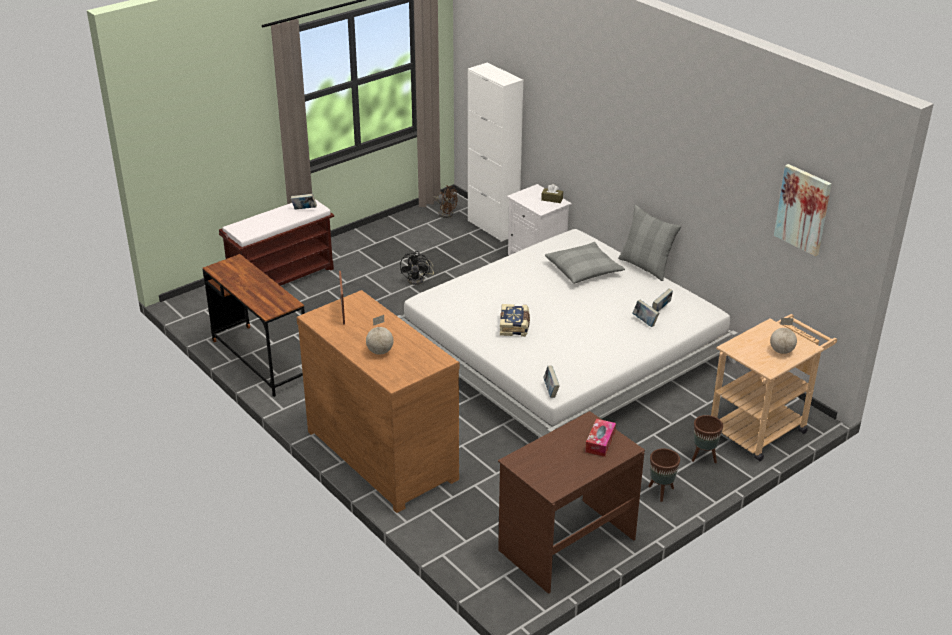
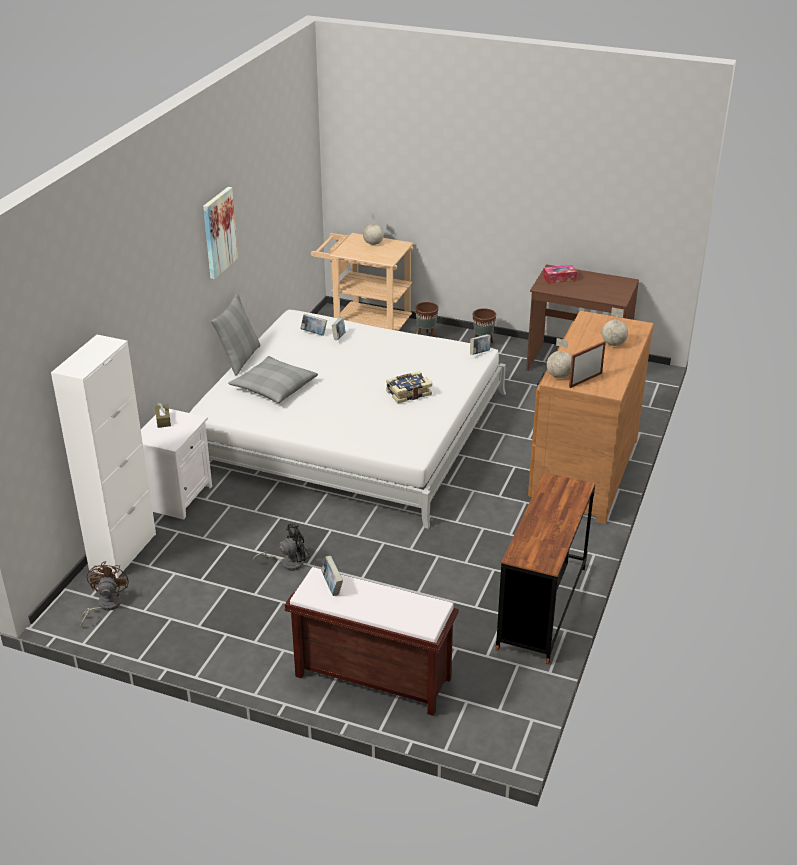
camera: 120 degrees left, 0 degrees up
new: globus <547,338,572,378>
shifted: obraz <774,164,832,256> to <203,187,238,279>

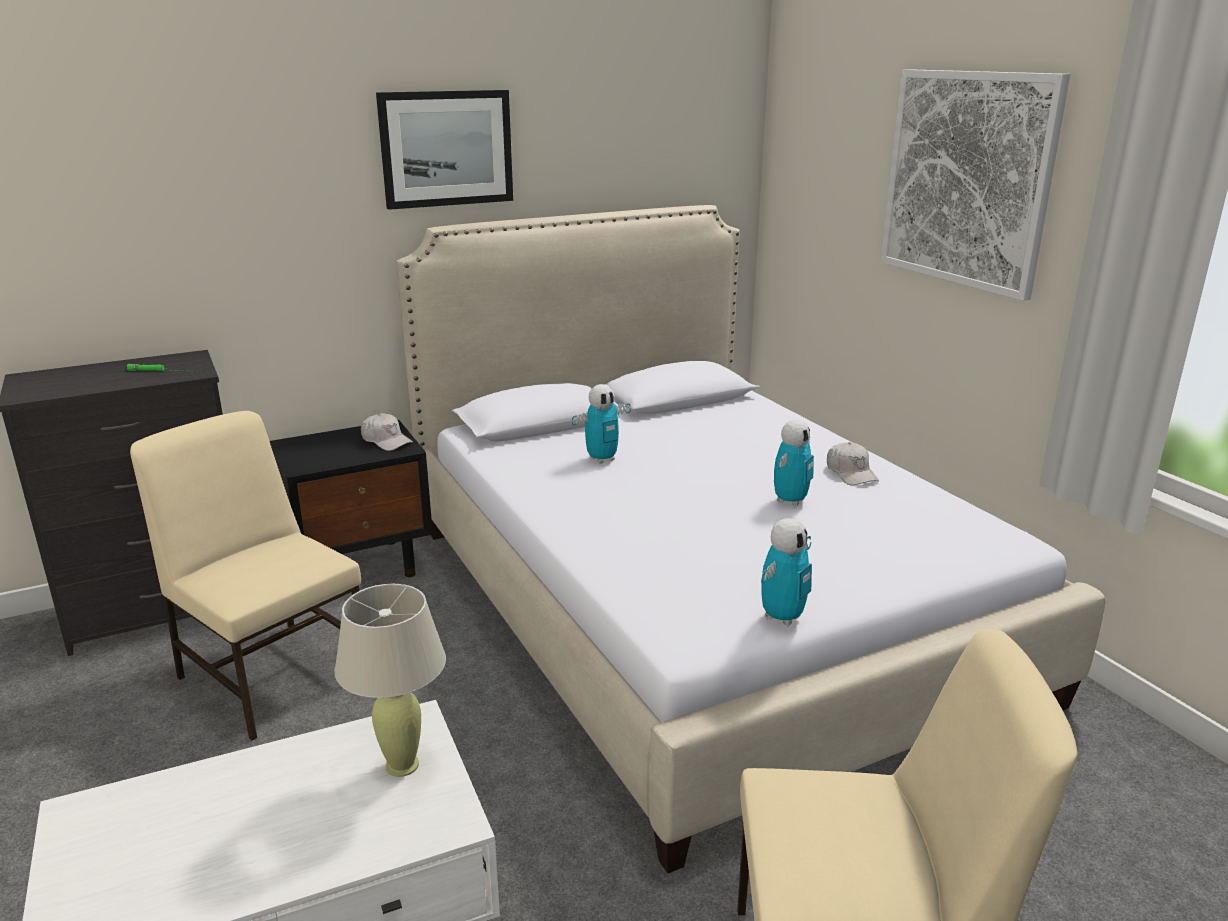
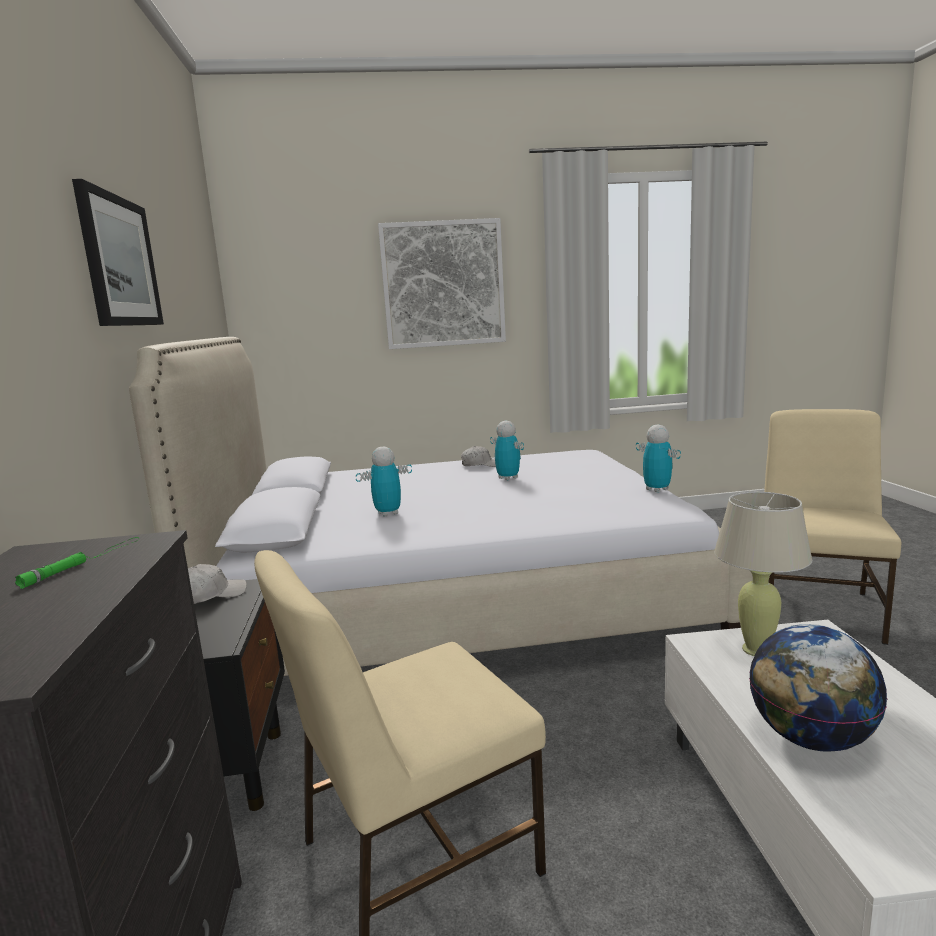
camera: 70 degrees left, 10 degrees down
new: globus <749,624,887,752>
rotated: robot zabawkowy <572,384,631,464> = <356,446,412,517> 105 degrees counterclockwise

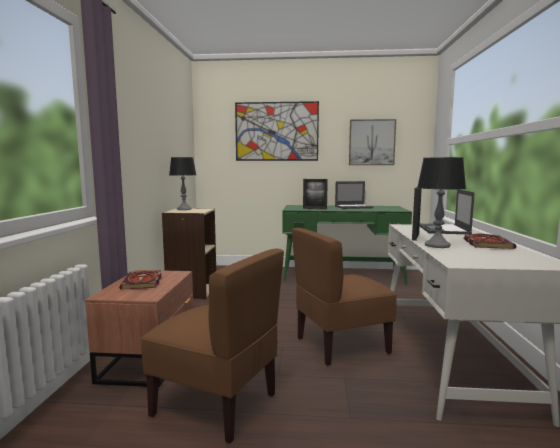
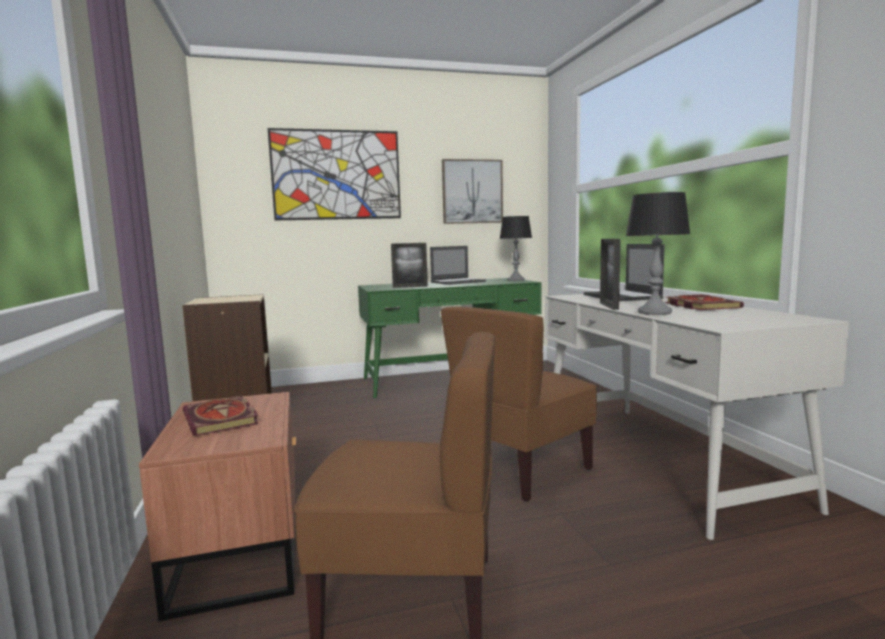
camera: 20 degrees left, 0 degrees up
shifted: lampa stołowa <169,157,196,210> to <500,216,532,281>

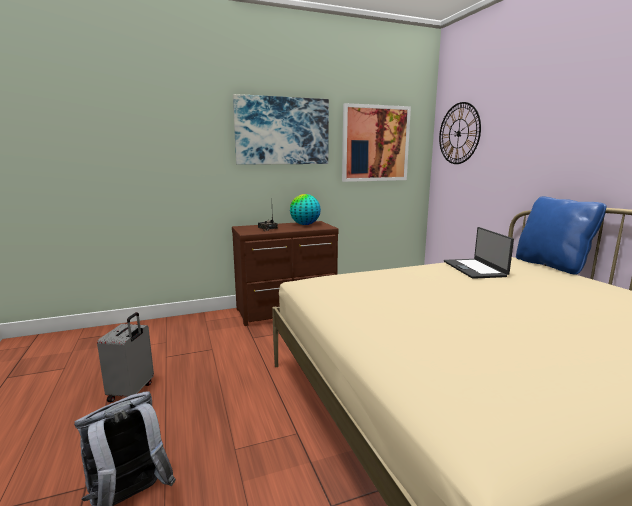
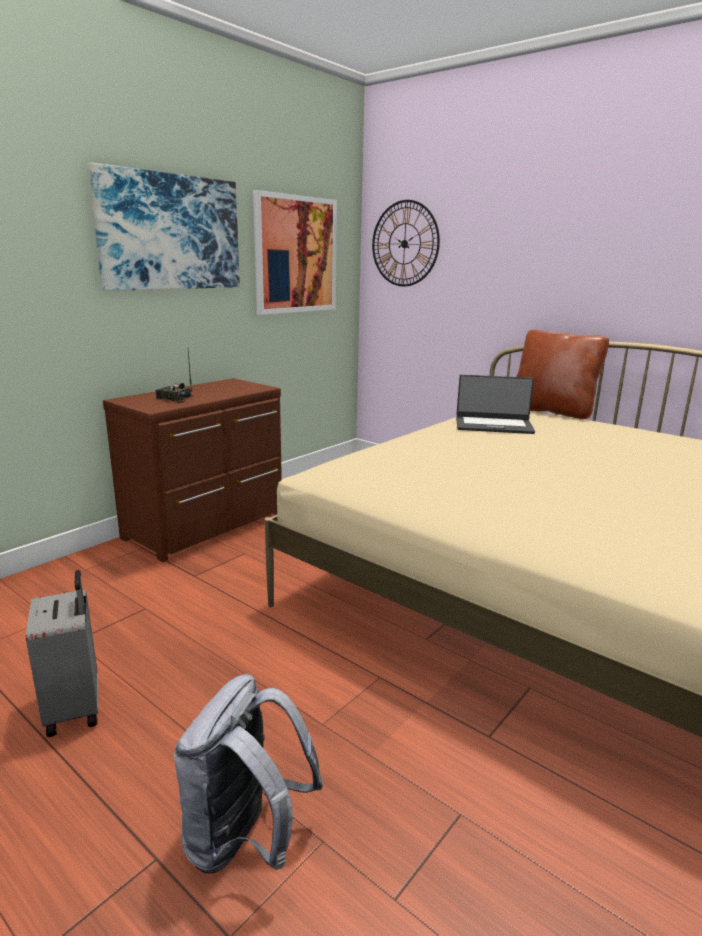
camera: 30 degrees left, 5 degrees up
gone: globus <290,194,321,225>
repainted: poduszka [niebieski] <516,196,607,274> to poduszka [brązowy] <516,330,609,419>
rotated: laptop <444,227,514,279> = <456,375,535,434> 45 degrees counterclockwise

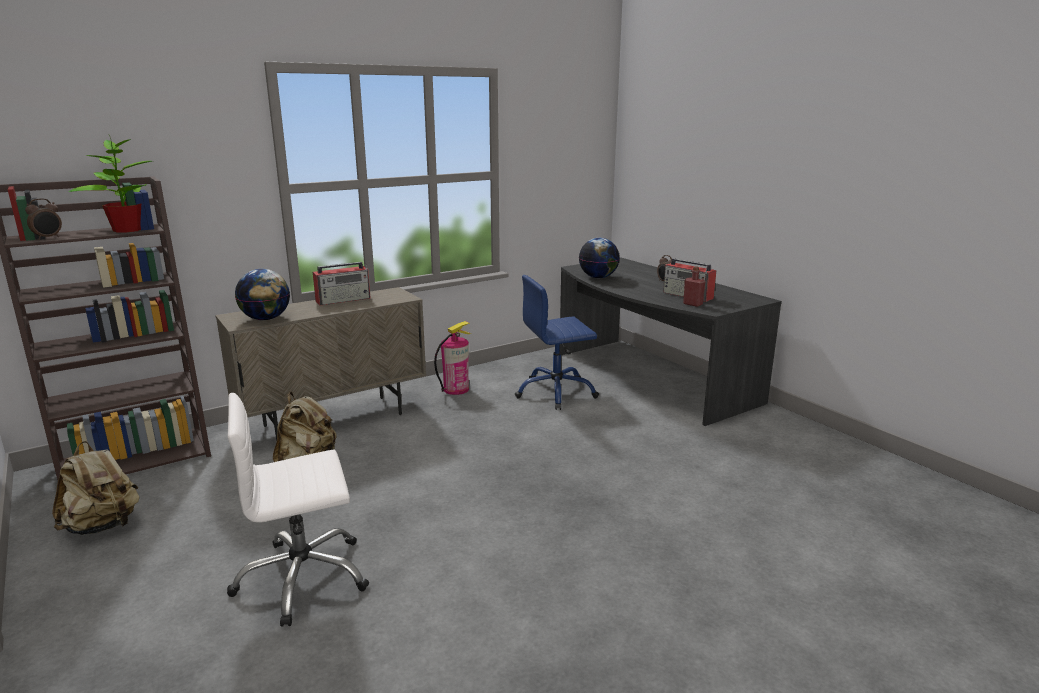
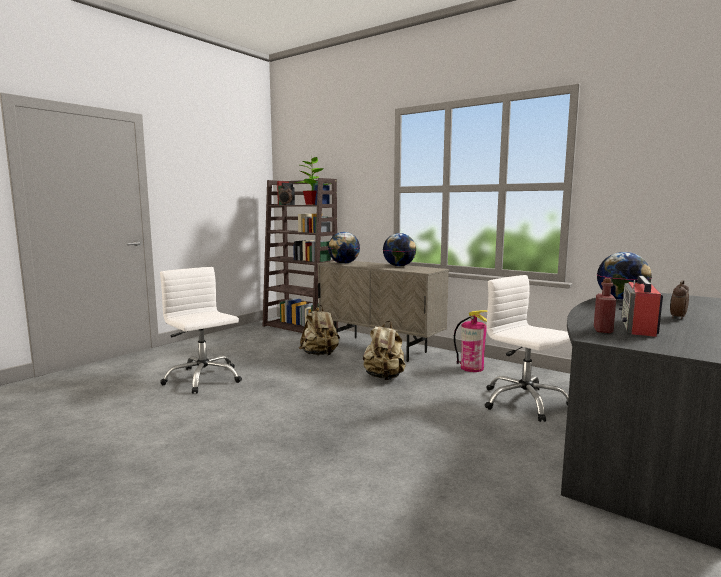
camera: 70 degrees right, 10 degrees down
shifted: plecak [beżowy] <52,441,140,535> to <363,321,406,380>
swapped: radio <313,261,371,306> to globus <383,233,416,266>
repainted: krzesło biurowe [niebieski] <515,275,599,410> to krzesło biurowe [biały] <485,275,570,422>

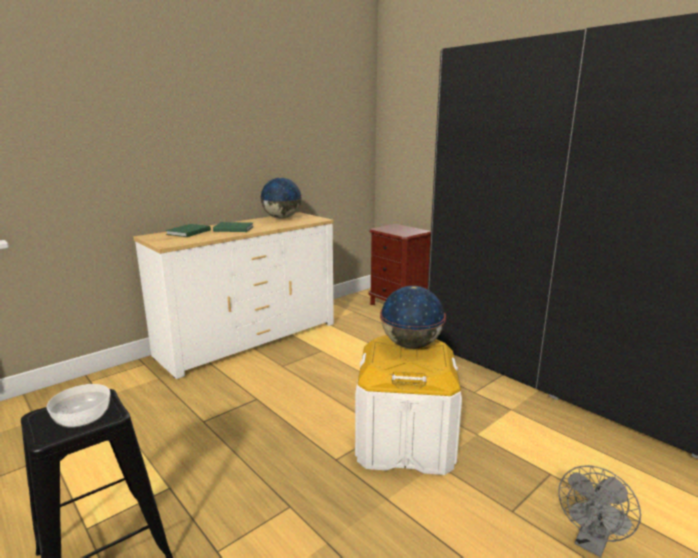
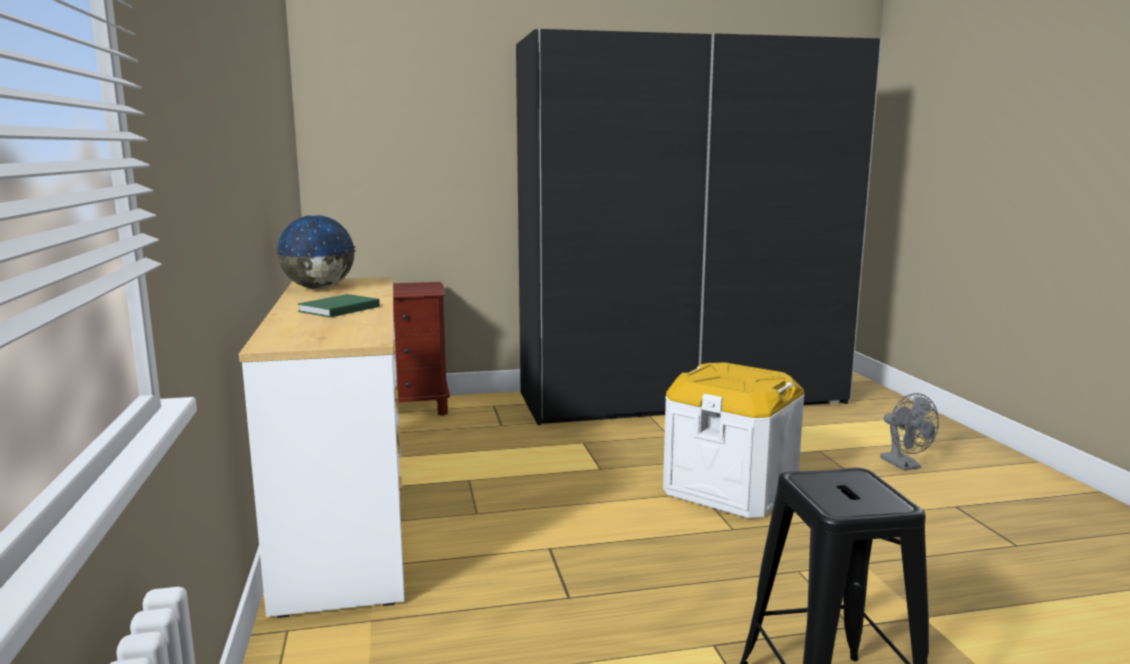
camera: 60 degrees left, 5 degrees down
gone: miska <46,384,110,428>; książka [zielony] <166,224,211,237>; globus <380,286,446,349>

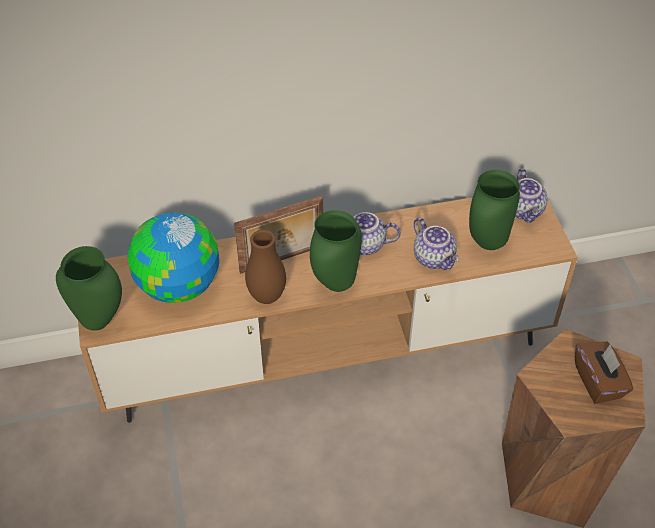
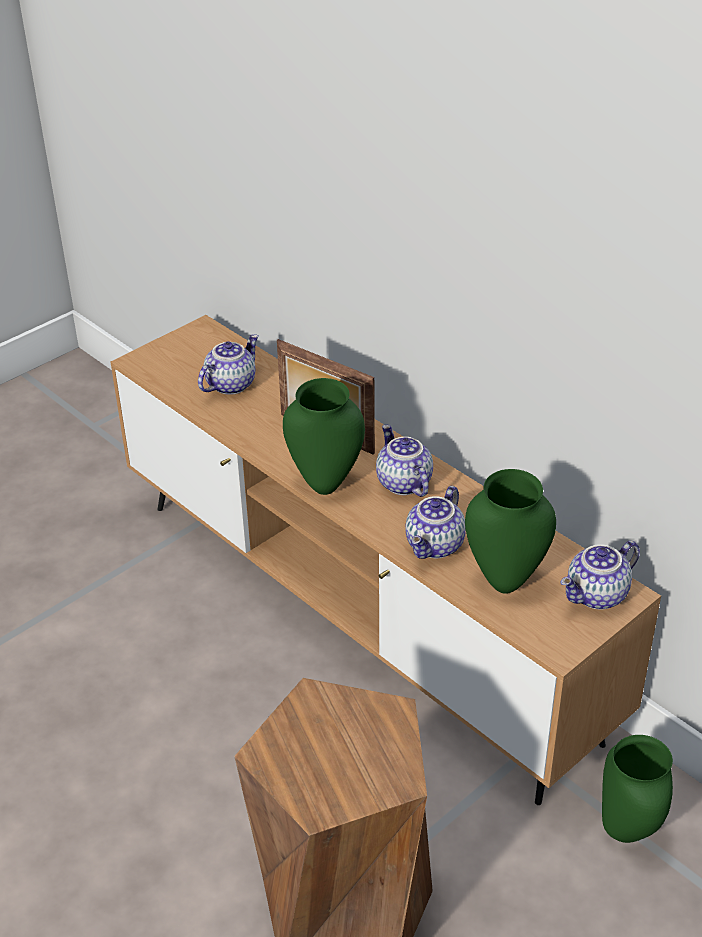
camera: 60 degrees right, 10 degrees down
gone: wazon [brązowy] <245,230,286,304>; pudełko chusteczek [brązowy] <575,342,633,404>
shifted: wazon [zielony] <56,246,122,331> to <602,735,673,843>
swapped: globus <127,213,219,303> to imbryk <198,334,259,395>

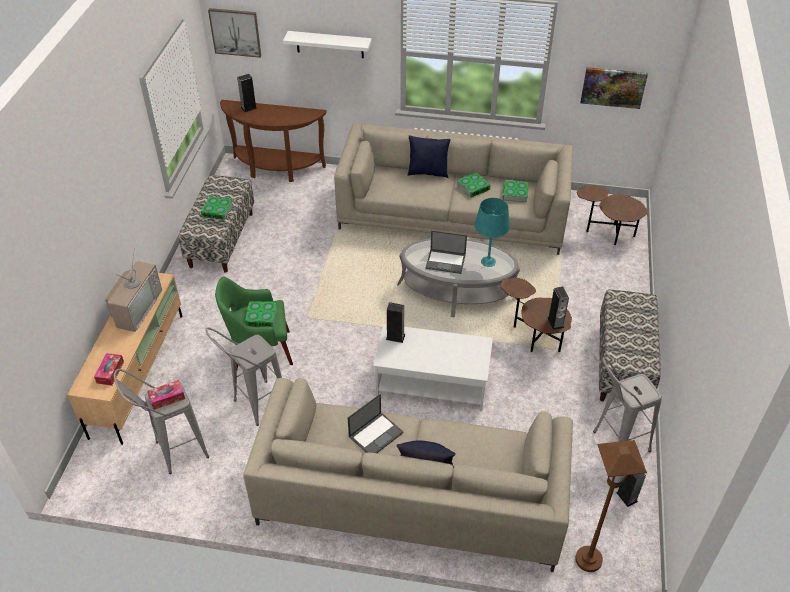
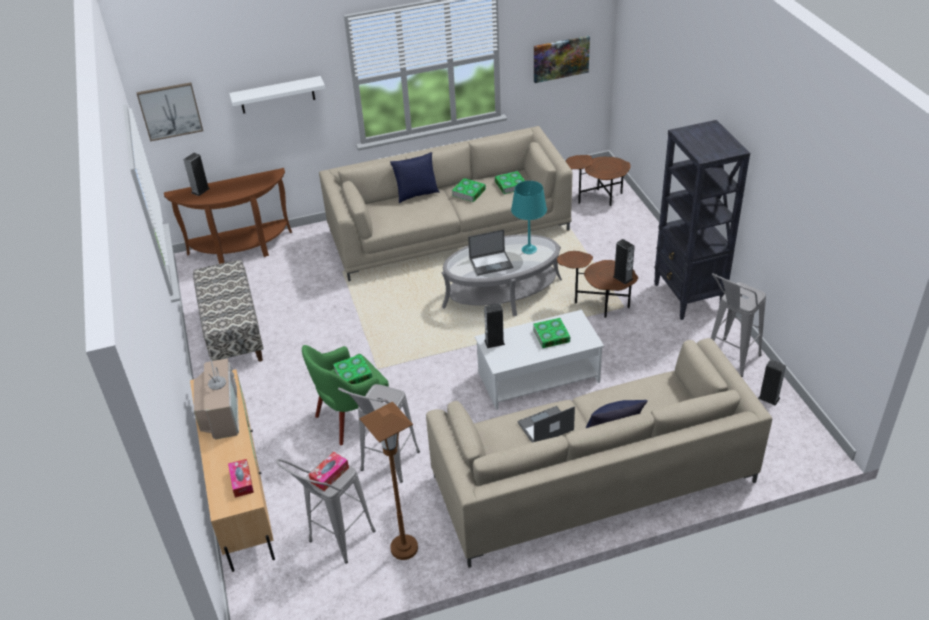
camera: 25 degrees left, 5 degrees down
shifted: książka <201,196,233,220> to <533,318,570,348>; lampa stojąca [brązowy] <575,440,647,572> to <359,401,418,560>
swapped: ławka <599,289,661,401> to regał [czarny] <654,120,750,320>
rotated: laptop <348,394,403,453> = <517,406,575,442> 135 degrees counterclockwise

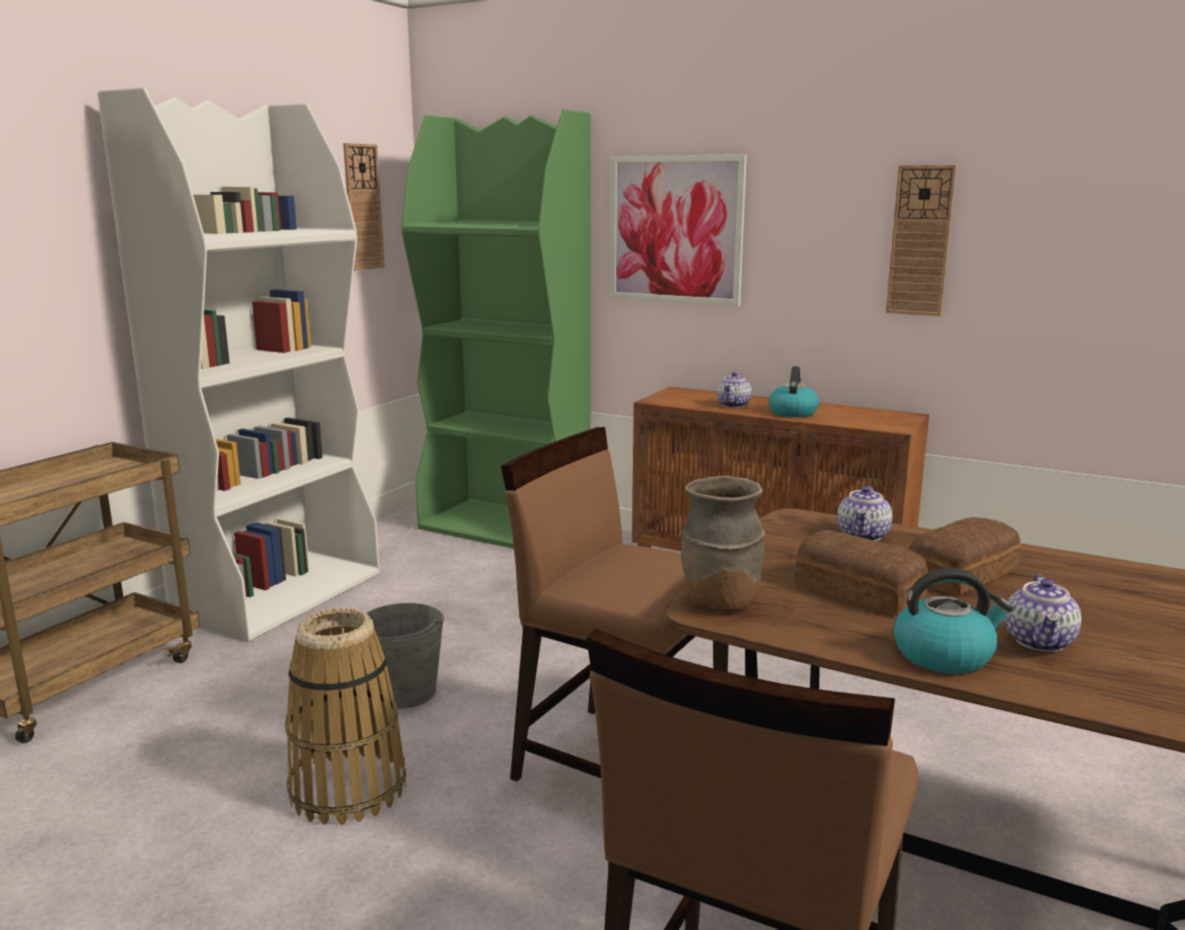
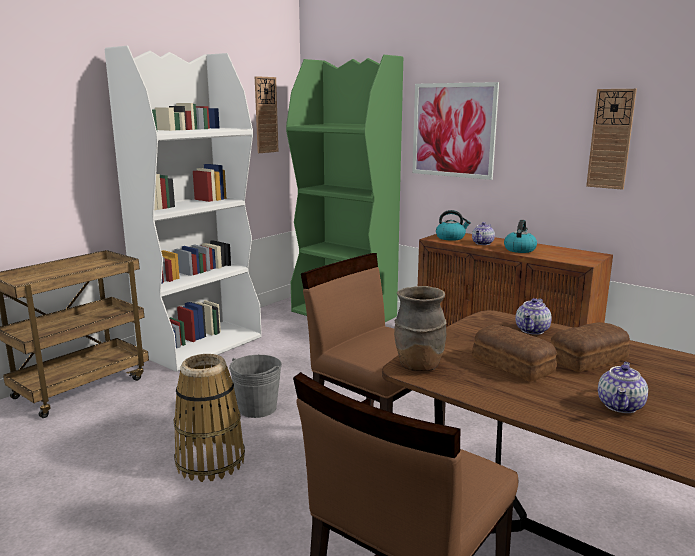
camera: 10 degrees right, 0 degrees up
shifted: czajnik <893,568,1013,674> to <436,210,471,241>

